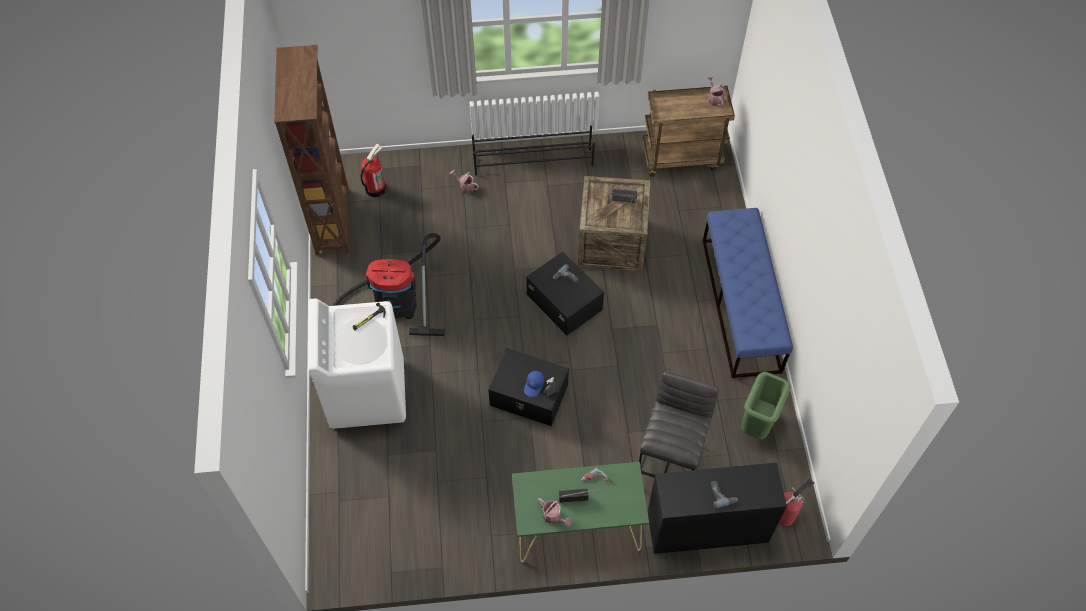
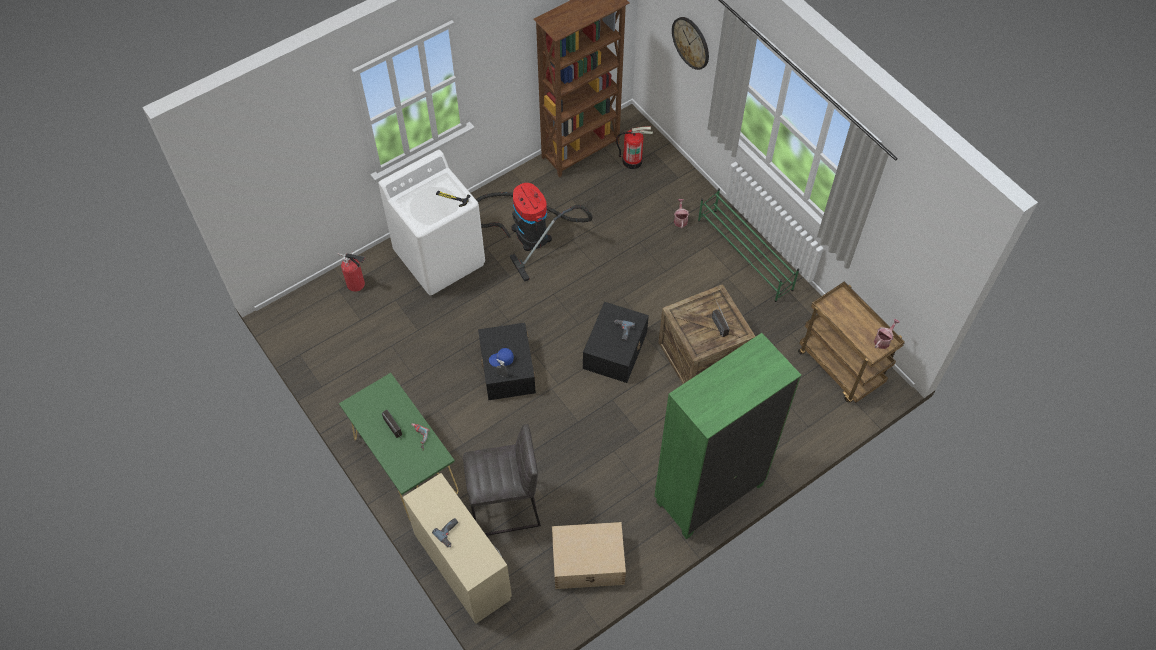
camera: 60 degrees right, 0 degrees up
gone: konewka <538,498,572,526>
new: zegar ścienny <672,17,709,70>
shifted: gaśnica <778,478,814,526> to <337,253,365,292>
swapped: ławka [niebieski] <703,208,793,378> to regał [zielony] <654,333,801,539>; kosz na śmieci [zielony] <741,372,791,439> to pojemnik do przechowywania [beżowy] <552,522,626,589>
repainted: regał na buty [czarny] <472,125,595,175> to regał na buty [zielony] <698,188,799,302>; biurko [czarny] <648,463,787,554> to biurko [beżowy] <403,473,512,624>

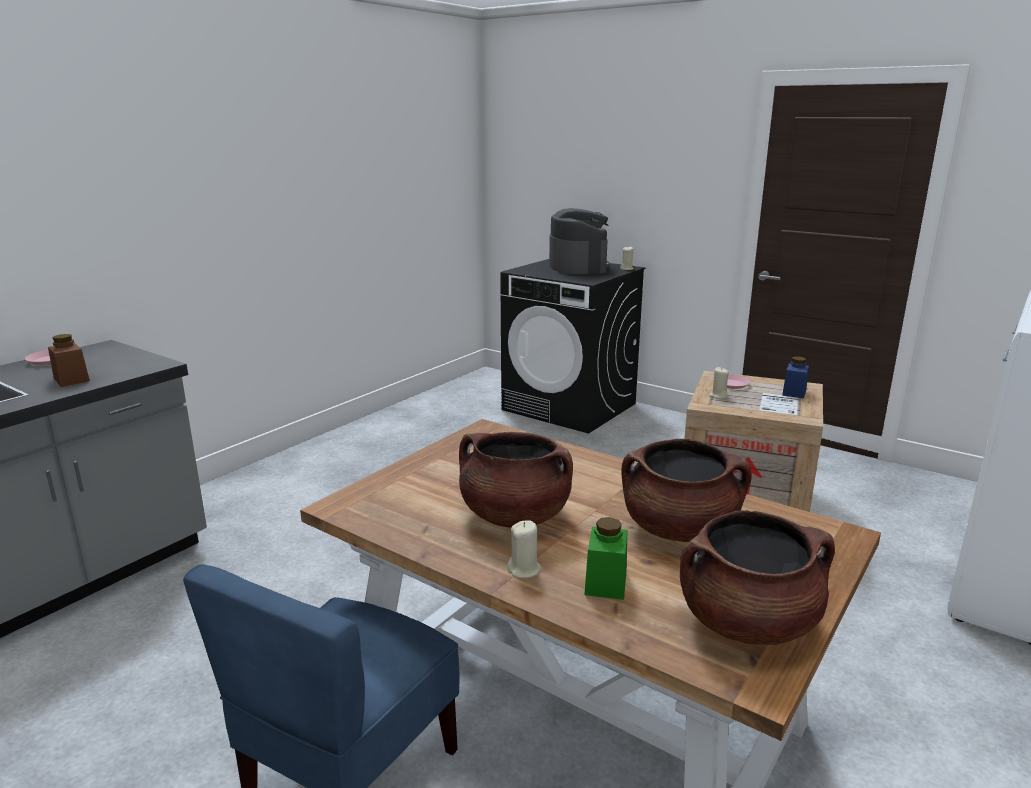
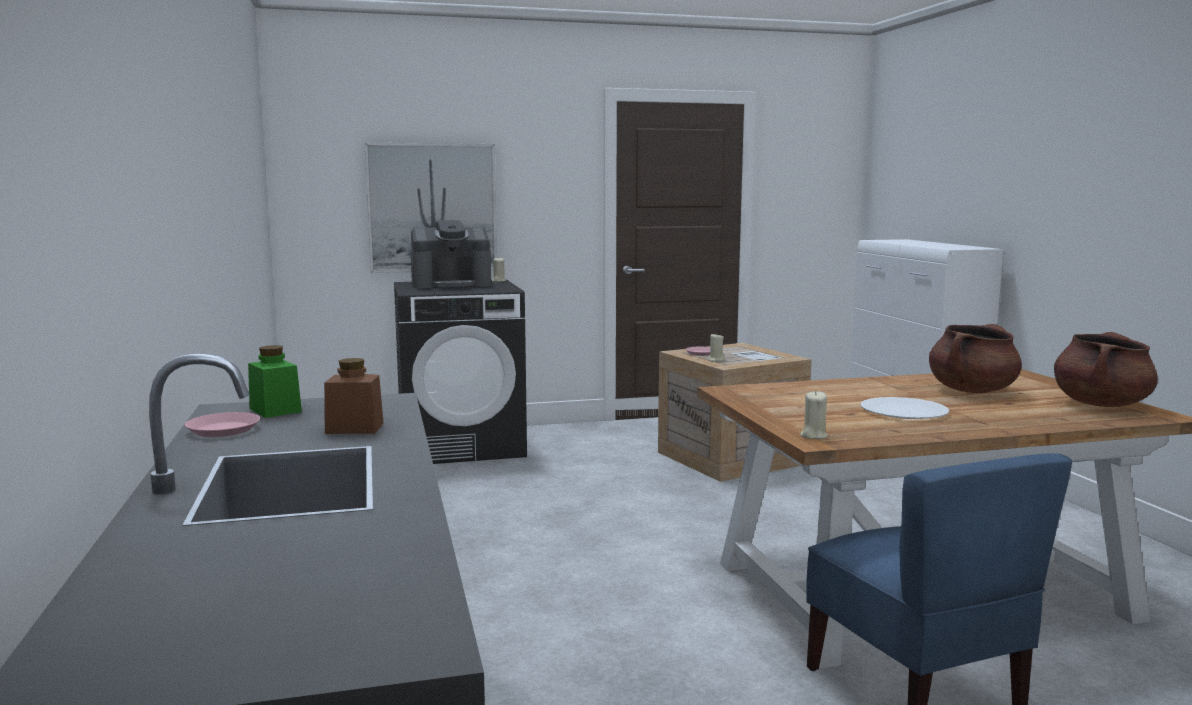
camera: 50 degrees left, 10 degrees down
gone: słoik [niebieski] <782,357,809,399>
new: obraz <365,143,497,273>
shifted: świeca [beżowy] <507,520,541,578> to <800,391,828,439>; słoik [zielony] <584,517,627,600> to <248,345,302,418>
swapped: garnek [brązowy] <459,432,573,528> to talerz [biały] <860,397,950,419>
rotated: ekspres do kawy <549,208,610,274> = <411,220,491,289> 135 degrees clockwise

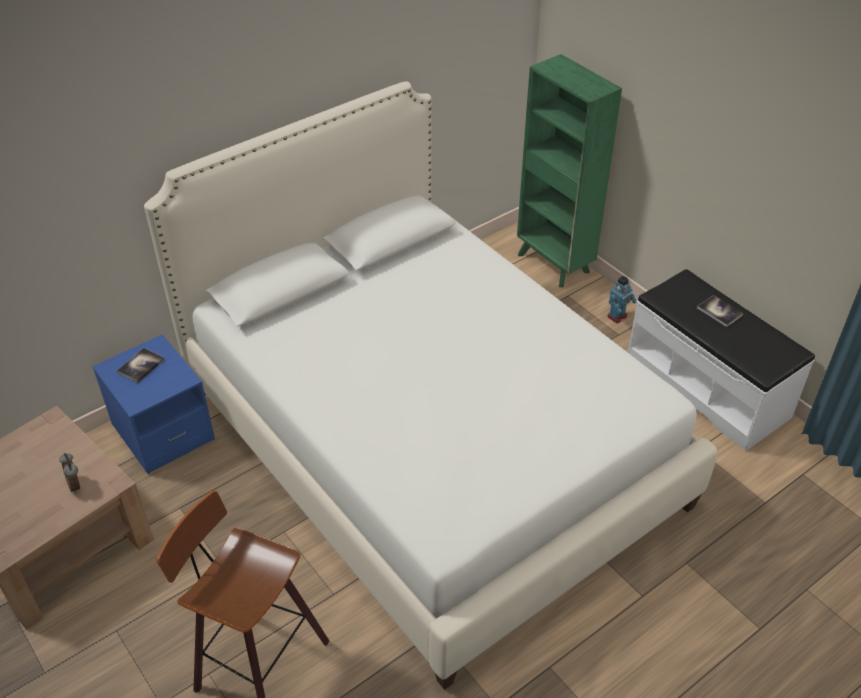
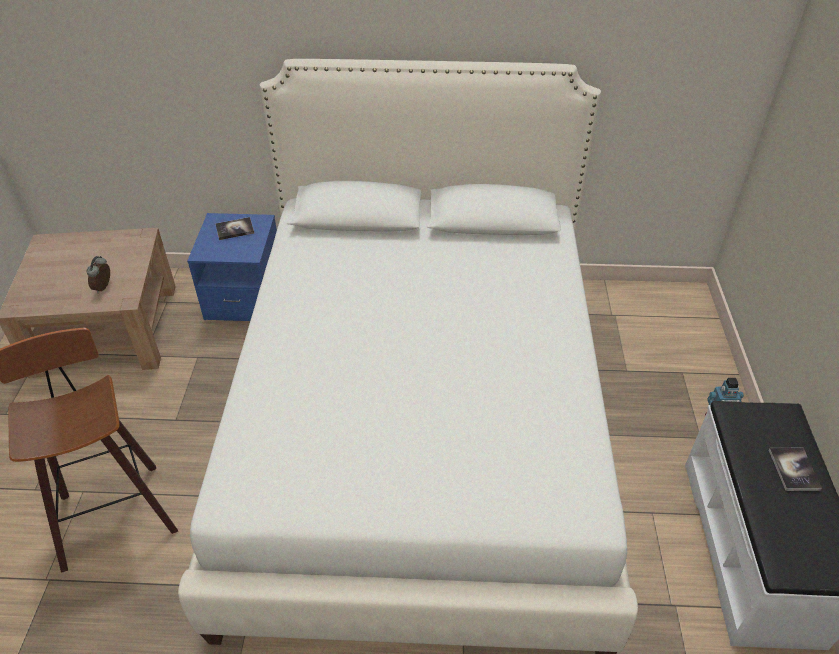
camera: 40 degrees right, 0 degrees up
gone: regał [zielony] <517,54,622,288>

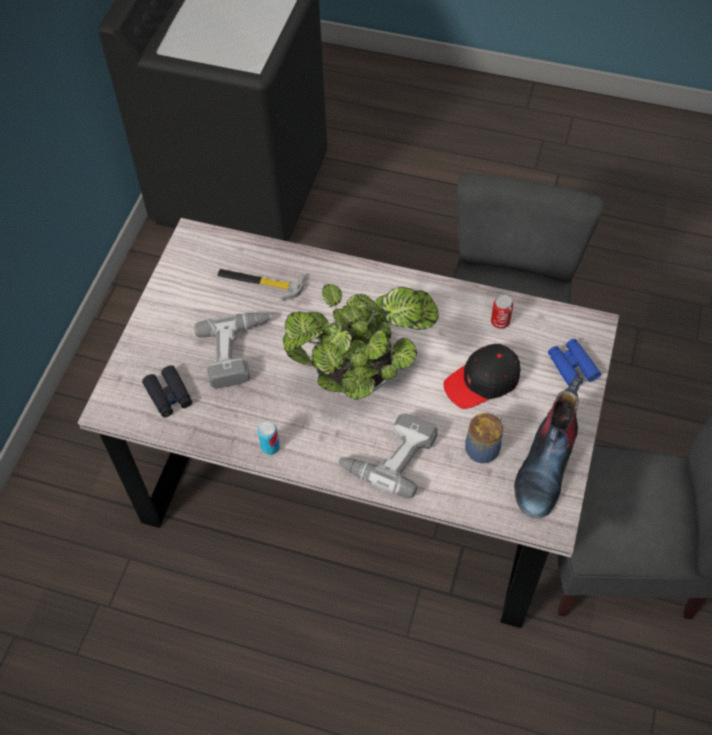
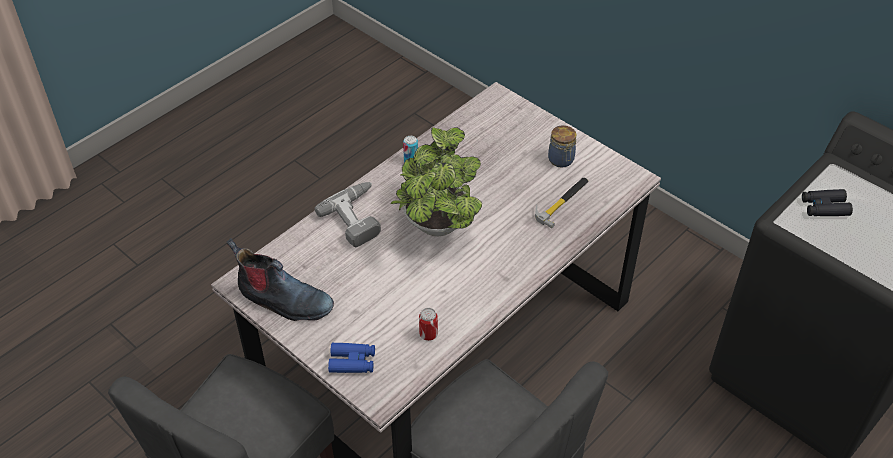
camera: 115 degrees right, 10 degrees down
gone: wiertarka <194,313,272,388>; czapka z daszkiem [czarny] <443,344,520,409>
shifted: lornetka [czarny] <142,365,192,417> to <802,189,853,216>; słoik <465,413,503,463> to <548,125,577,168>
rotated: but z cholewką <514,375,583,518> = <226,238,334,321> 150 degrees clockwise

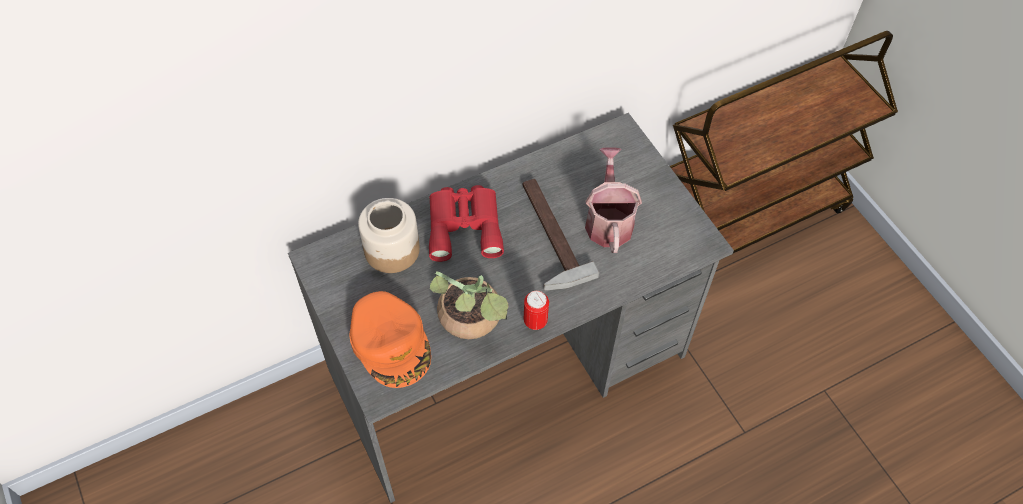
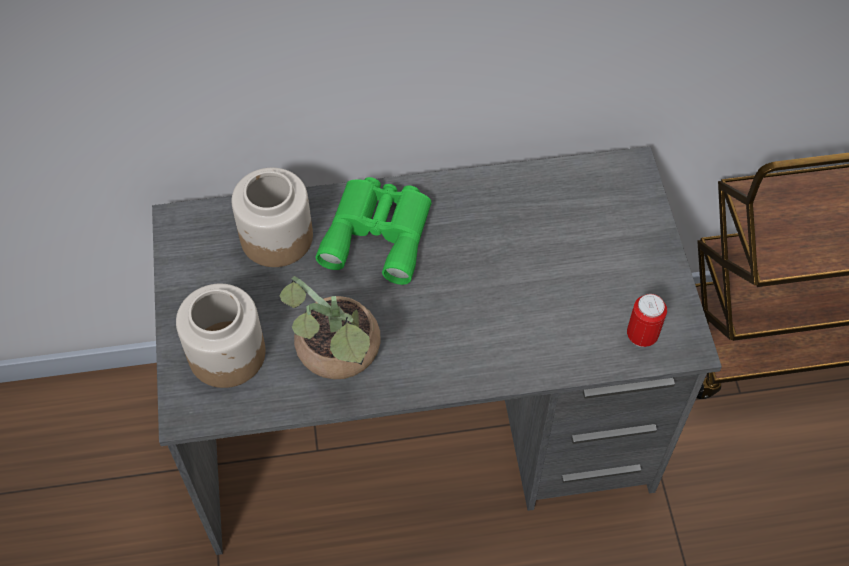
camera: 20 degrees right, 0 degrees up
gone: młotek <523,179,599,291>; konewka <585,147,642,253>
shifted: puszka <524,291,549,330> to <627,294,667,347>
swapped: czapka z daszkiem [pomarańczowy] <349,291,431,388> to słoik <176,284,266,388>
repainted: lornetka [czerwony] <429,185,504,262> to lornetka [zielony] <316,177,432,285>

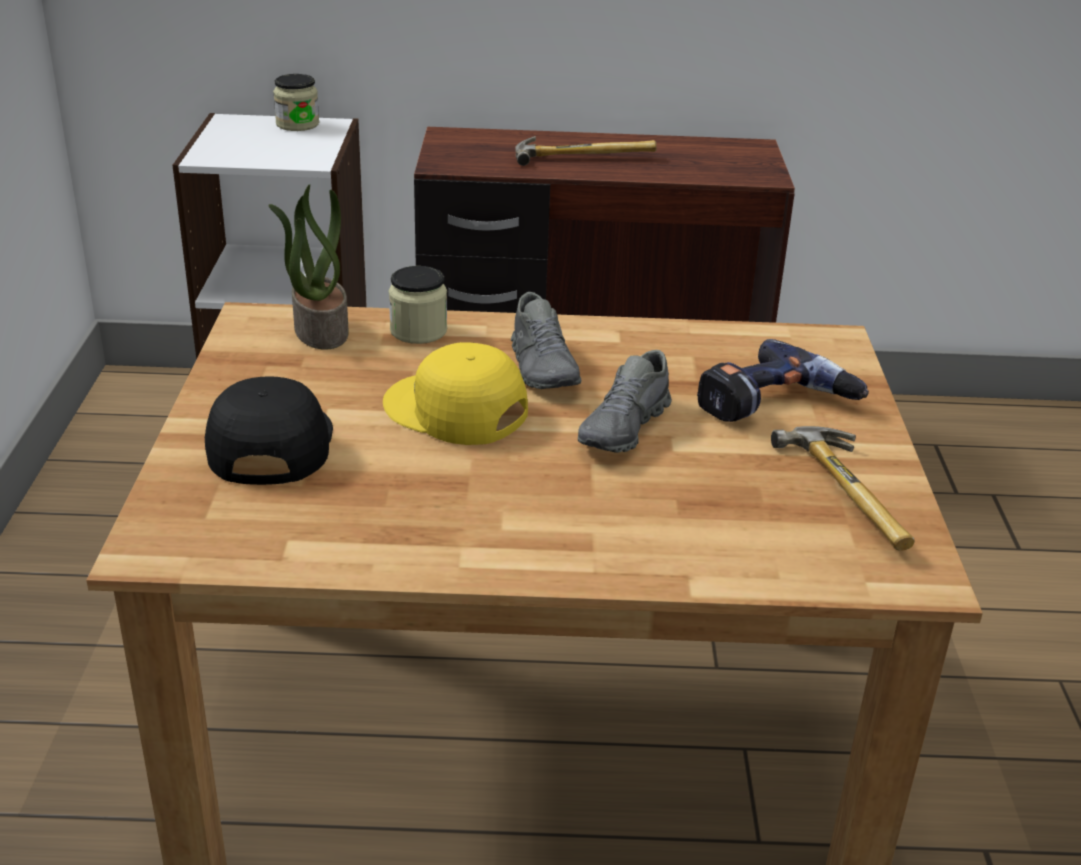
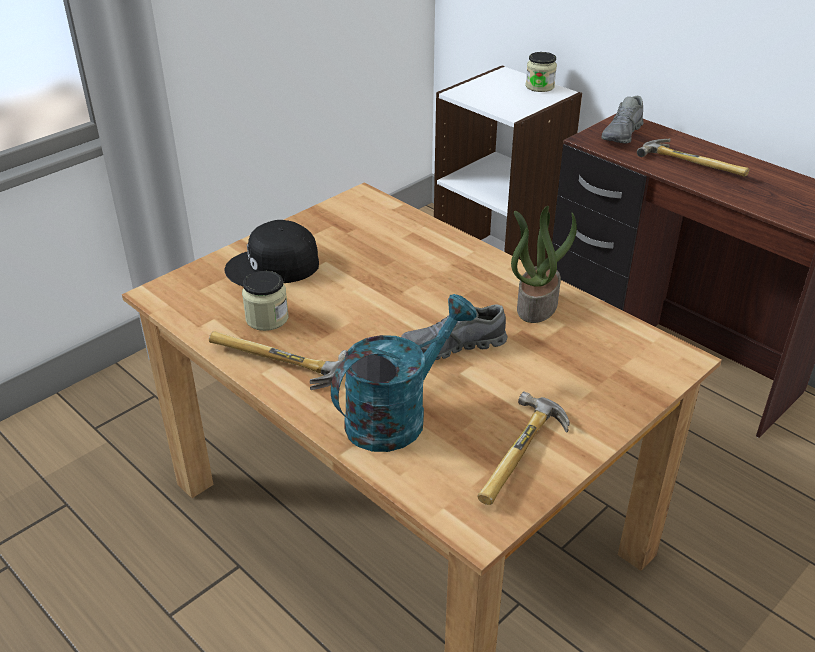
camera: 45 degrees right, 5 degrees up
gone: czapka z daszkiem [żółty] <383,342,528,445>; wiertarka <697,339,869,422>
new: młotek <209,331,347,390>; konewka [turkusowy] <331,294,477,452>
shifted: roślina doniczkowa <268,184,349,350> to <511,206,577,323>; słoik <389,266,447,344> to <242,271,288,331>; but [szary] <511,292,582,389> to <602,96,644,144>
rotated: czapka z daszkiem [czarny] <205,376,333,485> = <225,220,319,286> 150 degrees counterclockwise

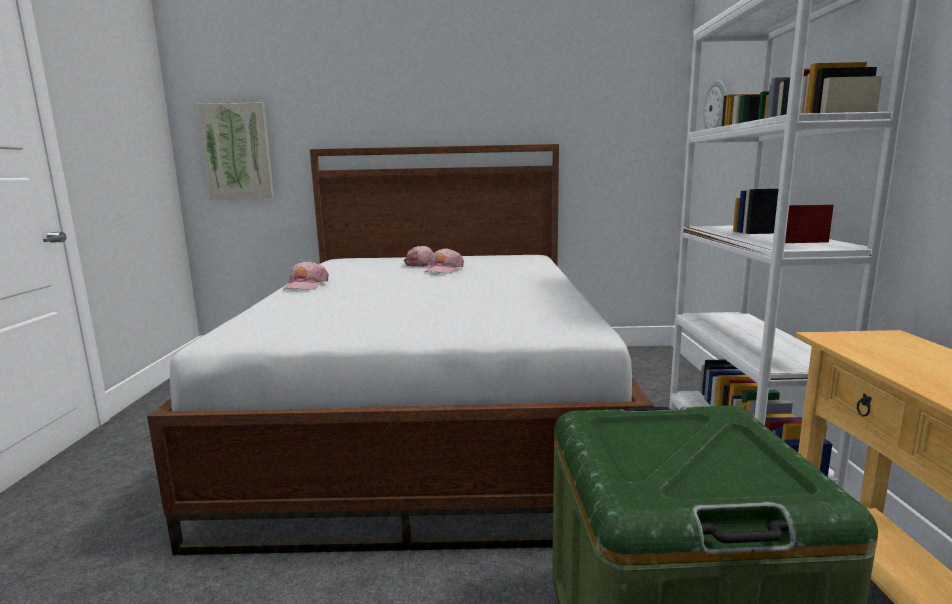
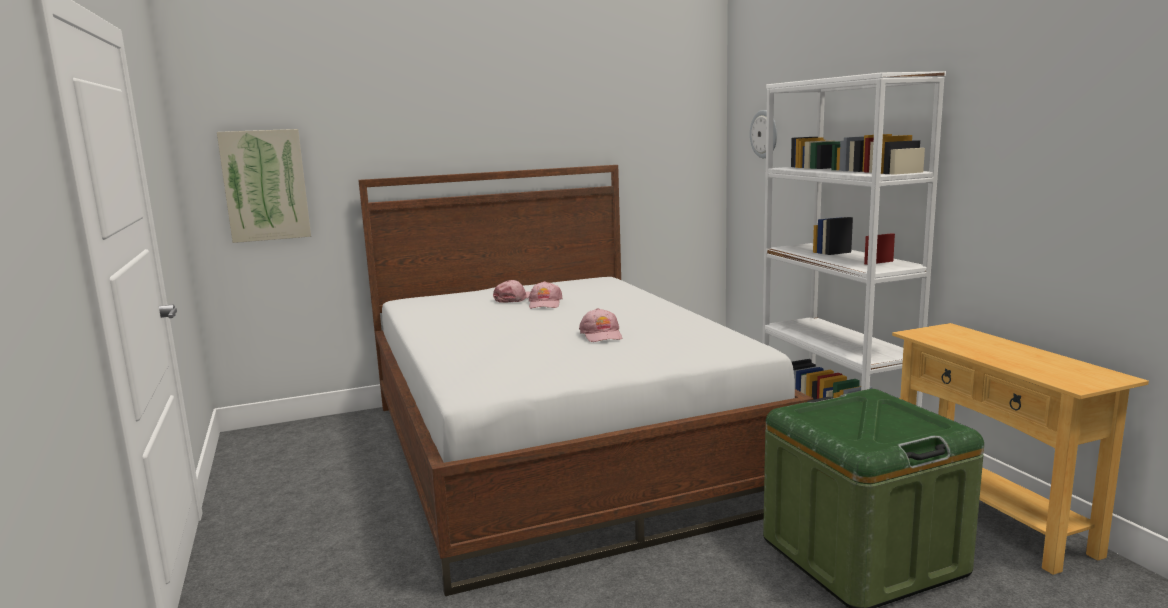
camera: 20 degrees left, 0 degrees up
shifted: czapka z daszkiem [różowy] <283,261,329,290> to <579,308,622,342>

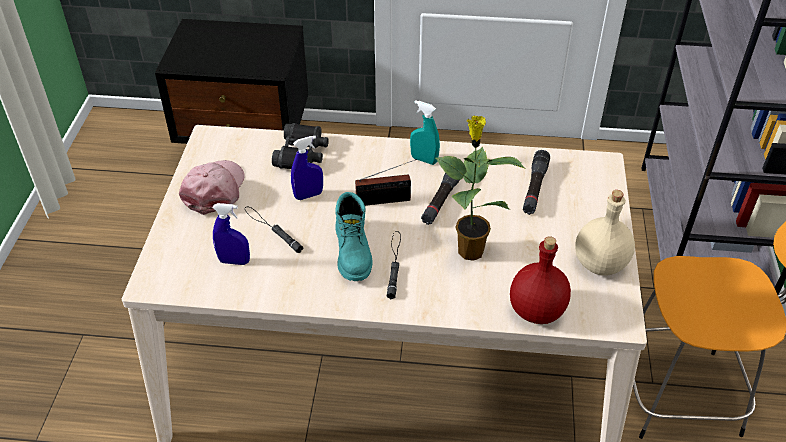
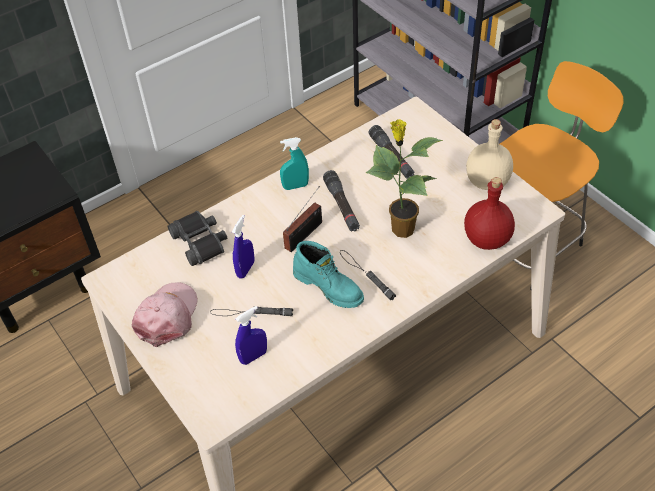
camera: 40 degrees left, 5 degrees up
rotated: czapka z daszkiem [różowy] <179,160,245,215> = <132,282,197,347> 45 degrees clockwise

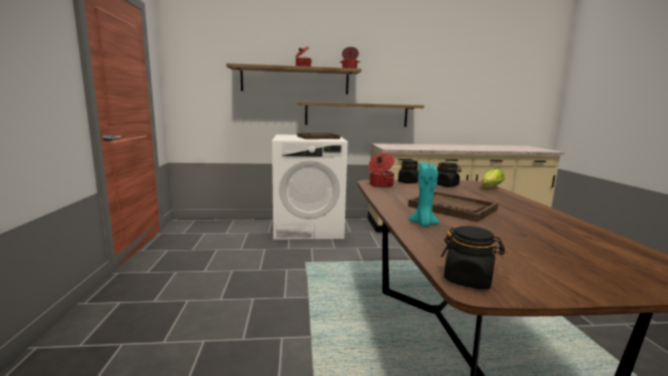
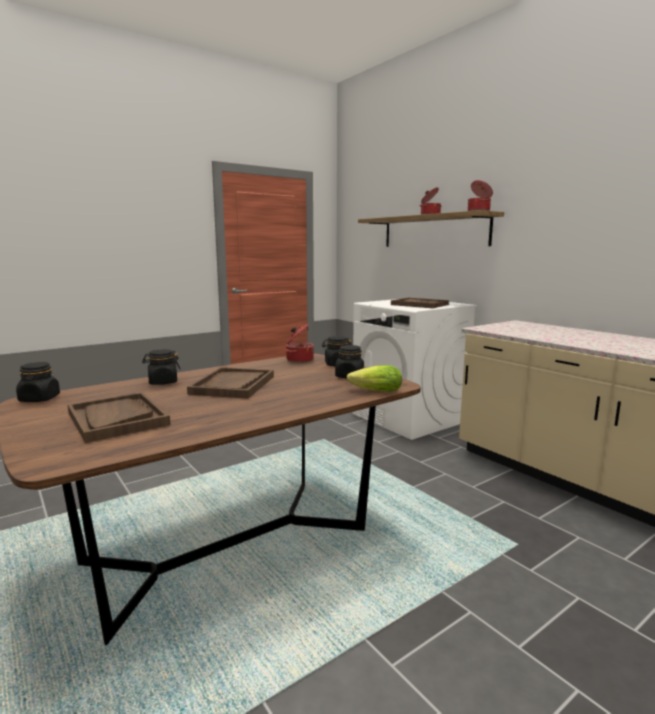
camera: 60 degrees right, 0 degrees up
gone: półka <297,102,424,127>
new: taca [brązowy] <67,392,171,443>
swapped: świeca [turkusowy] <408,161,440,226> to słoik [czarny] <142,349,180,385>

